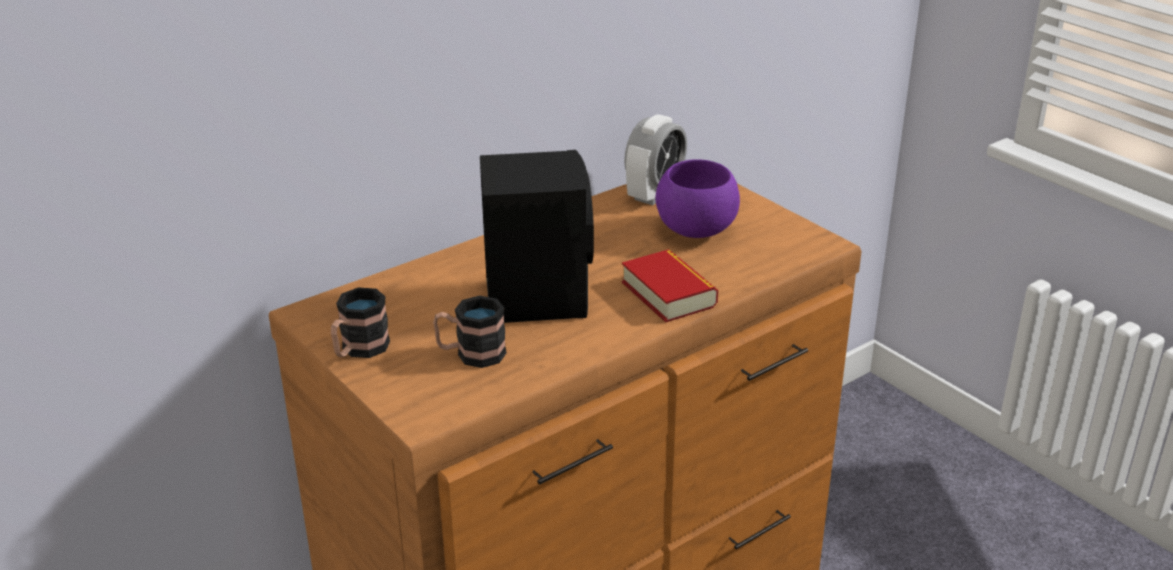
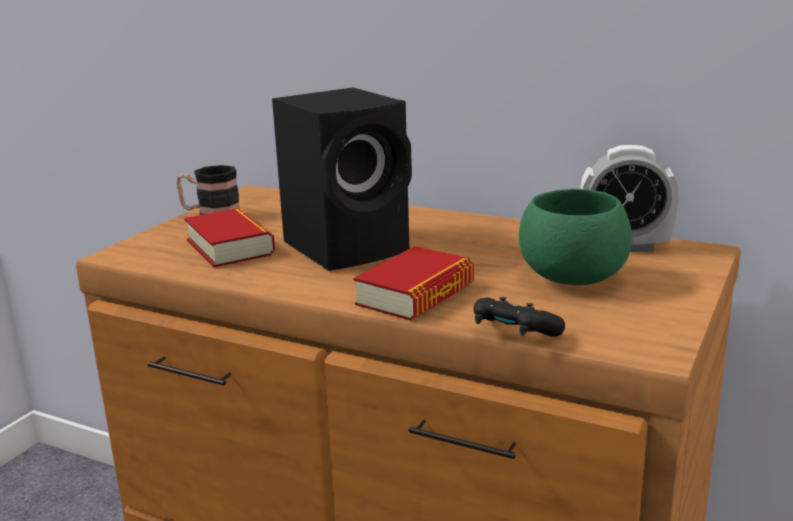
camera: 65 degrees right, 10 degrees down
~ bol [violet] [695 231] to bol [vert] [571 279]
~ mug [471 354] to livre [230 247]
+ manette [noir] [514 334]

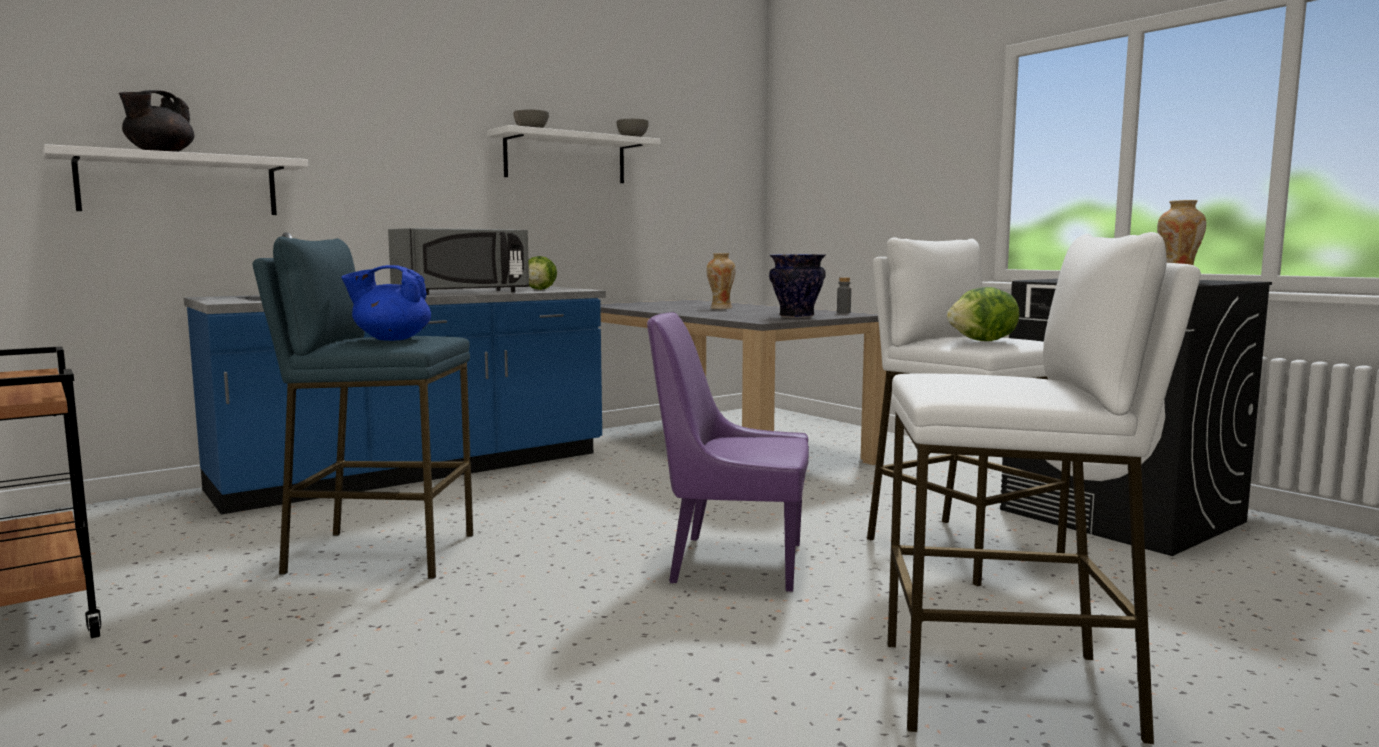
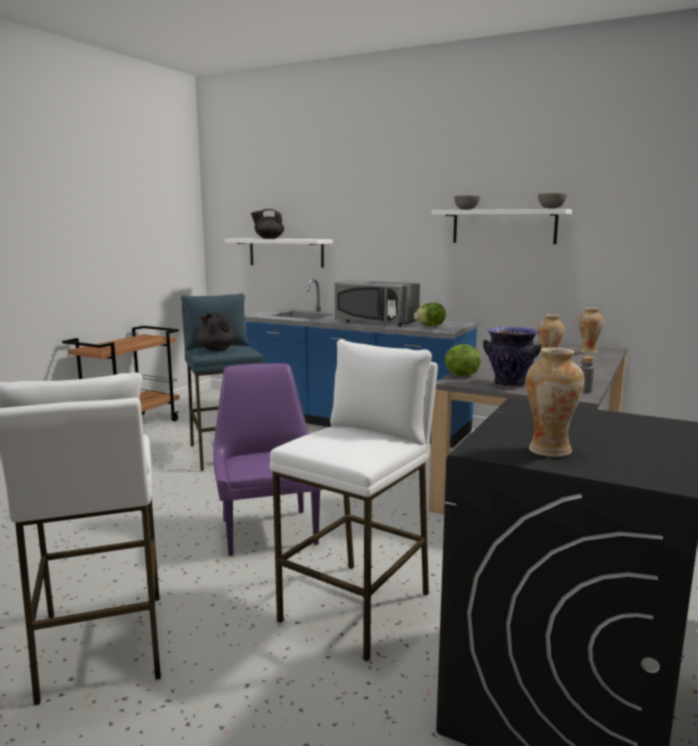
camera: 65 degrees right, 5 degrees up
~ théière [bleu] [391 339] to théière [noir] [217 349]
~ laitue [984 341] to [460 375]
+ vase [588 352]

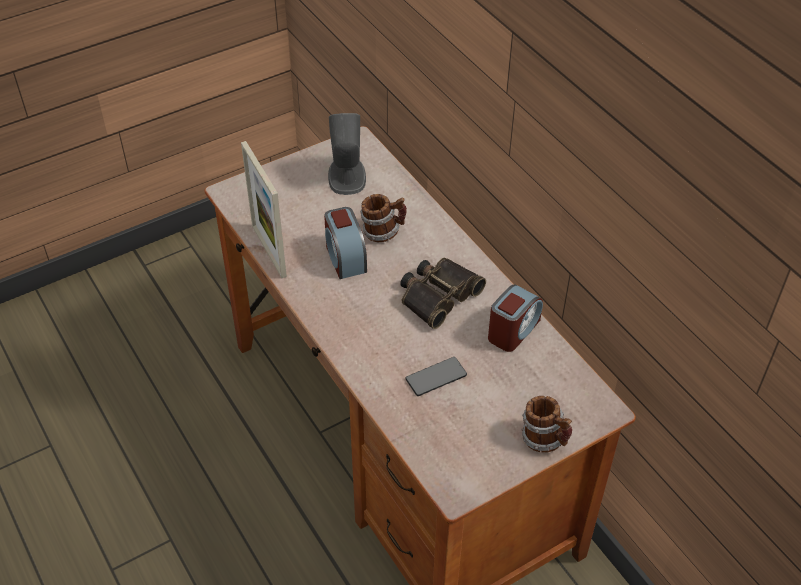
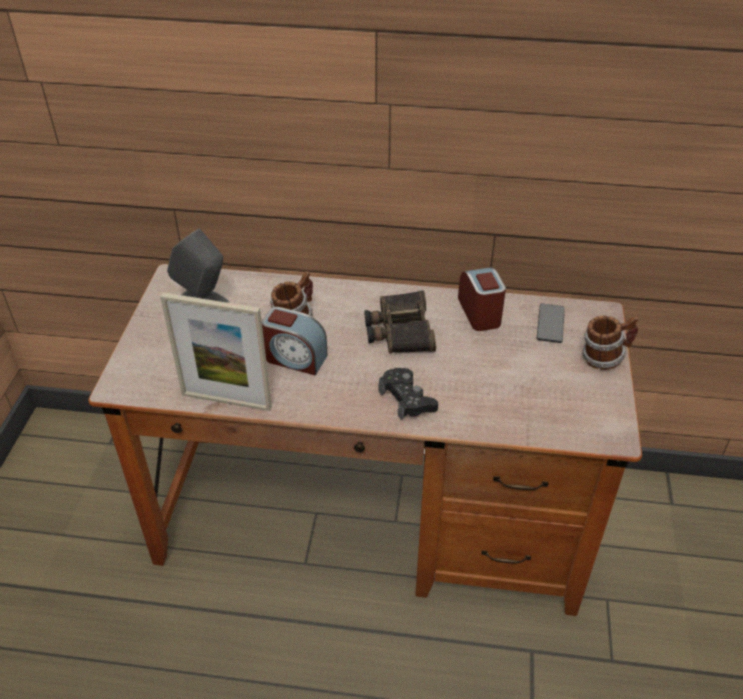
camera: 50 degrees left, 5 degrees down
~ téléphone [436 377] to [550 324]
+ manette [noir] [407 399]

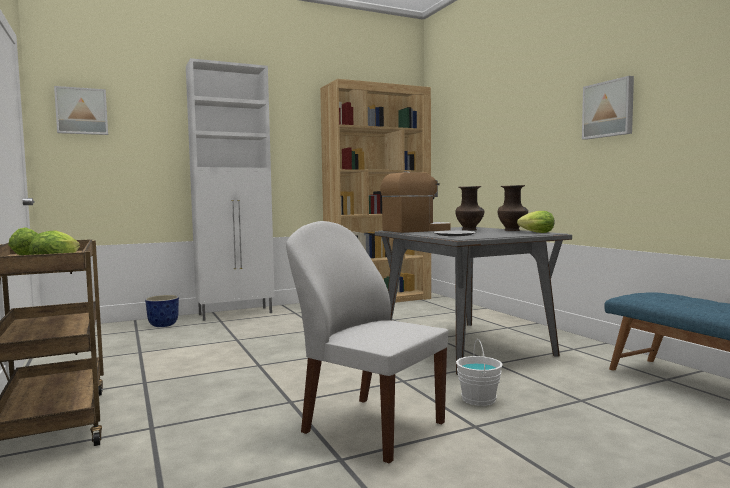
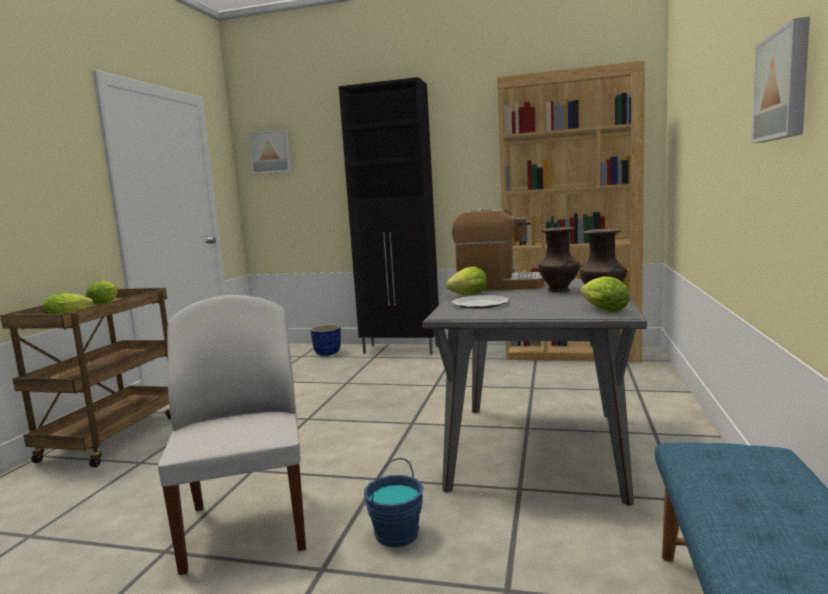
camera: 40 degrees right, 5 degrees up
~ meuble de rangement [blanc] [236 314] to meuble de rangement [noir] [402 350]
~ seau [blanc] [478 399] to seau [bleu] [396 534]
+ laitue [466 295]

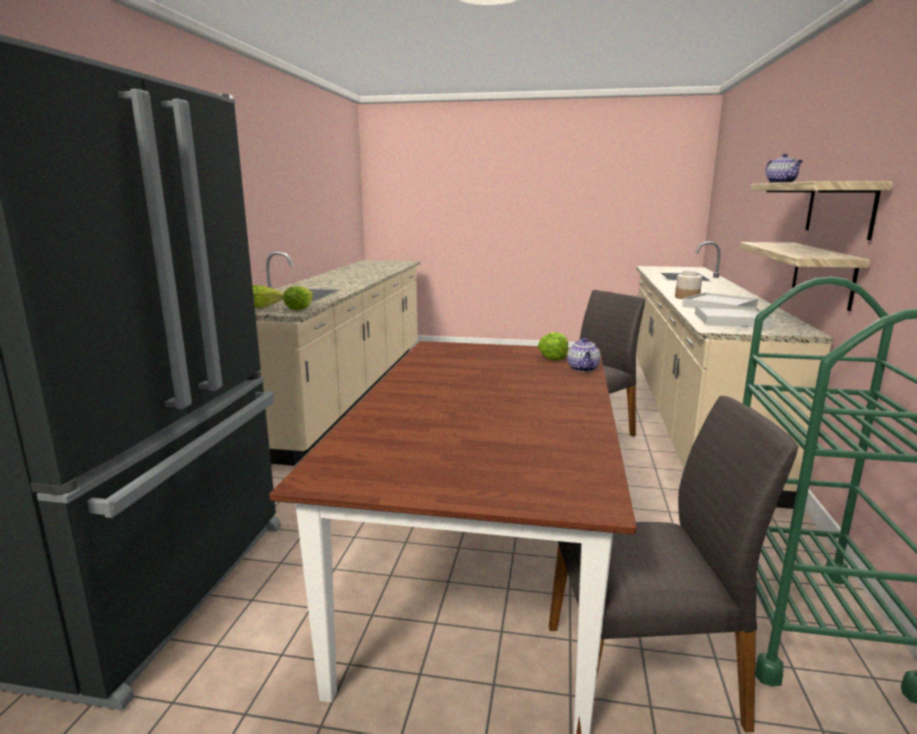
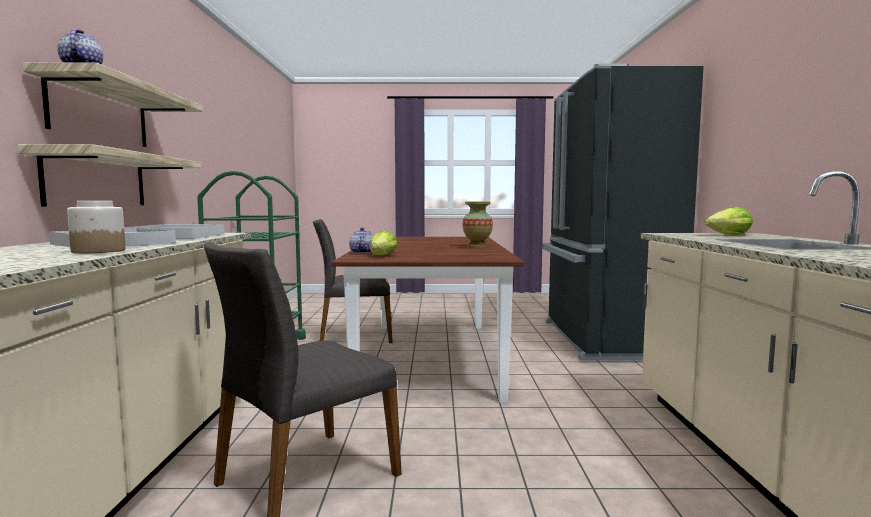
camera: 170 degrees right, 10 degrees down
- laitue [299 308]
+ vase [477 247]

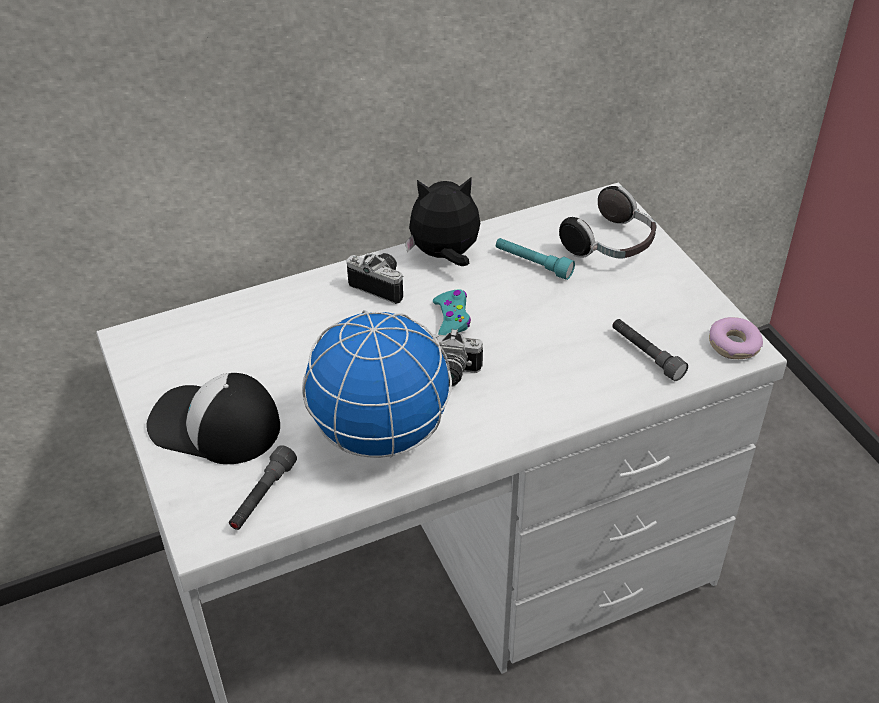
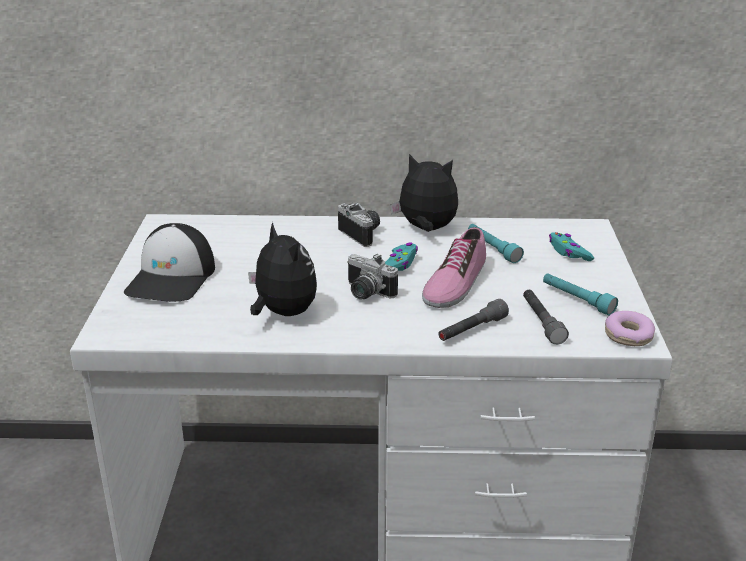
camera: 25 degrees right, 15 degrees down
~ casque audio [611 245] to manette [turquoise] [569 252]
~ globe [379 434] to peluche [283 313]
~ casquette [214 425] = [172 278] 120 degrees counterclockwise
~ lampe de poche [gris] [262 496] to [471 330]
+ chaussure [454 282]
+ lampe de poche [turquoise] [577 300]

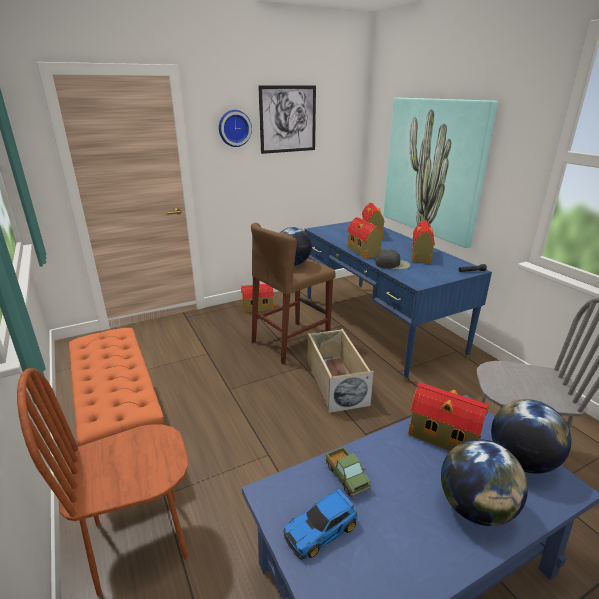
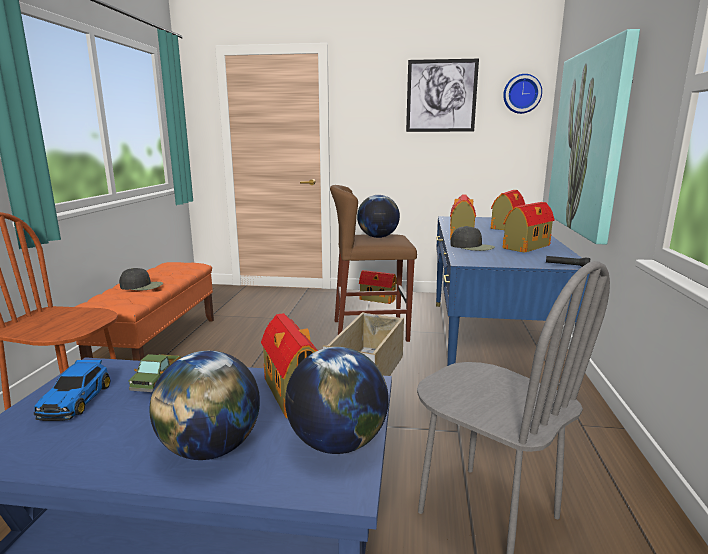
camera: 35 degrees right, 10 degrees down
~ horloge murale [234 128] to [521 94]
~ petite voiture [322 529] = [77 400] 90 degrees counterclockwise
+ casquette [noir] [142 286]

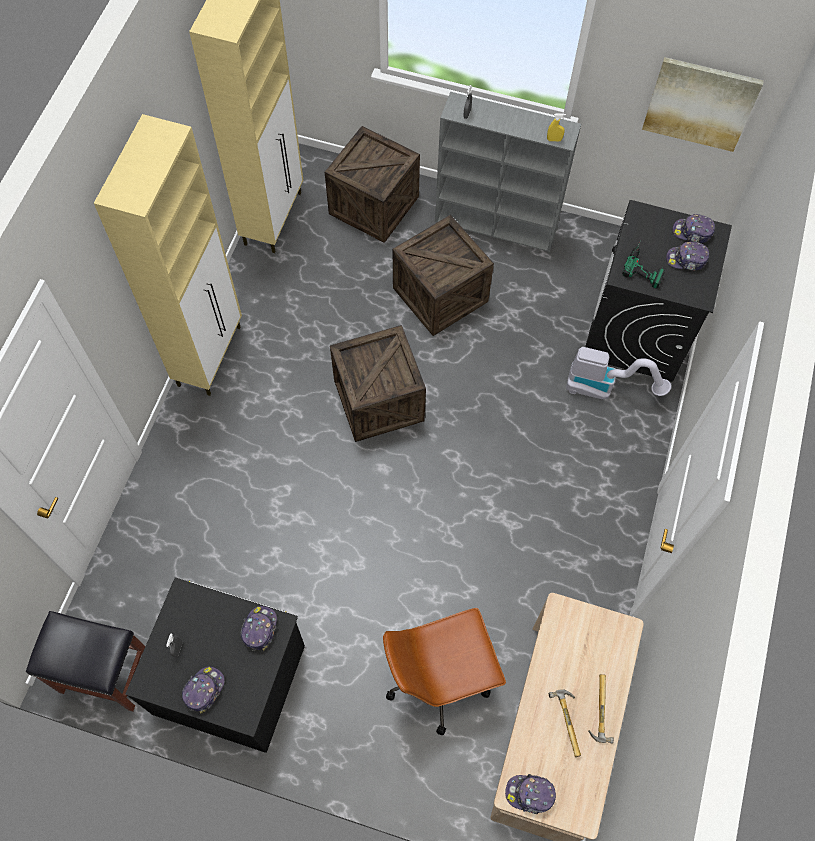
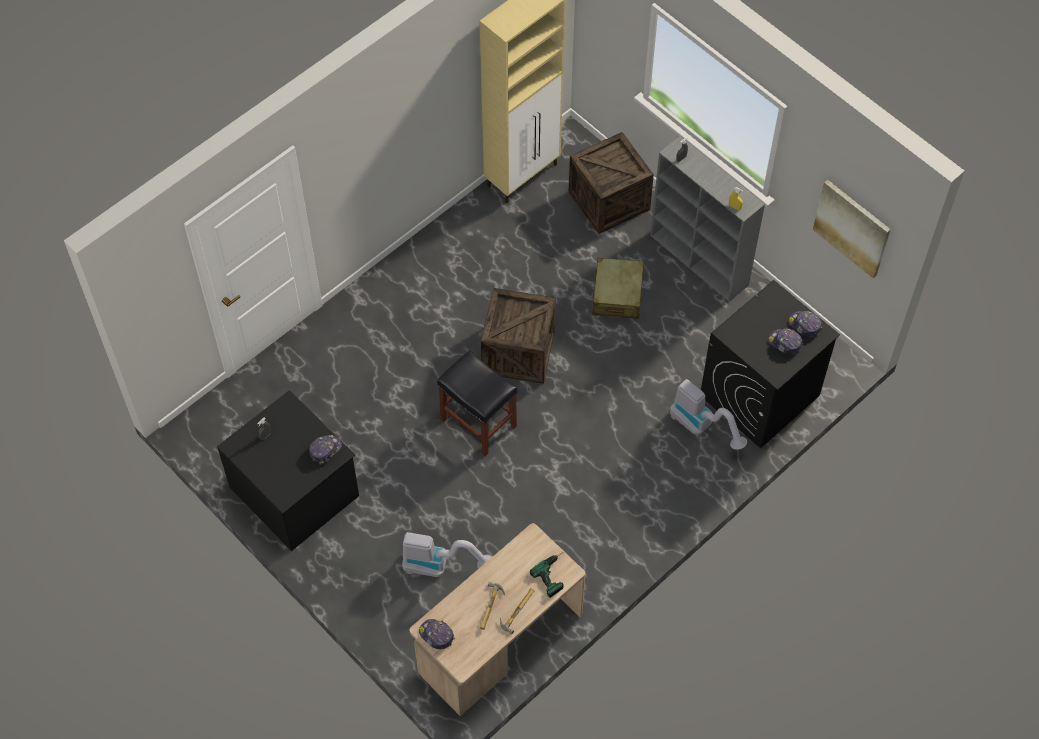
camera: 30 degrees right, 5 degrees down
- meuble de rangement [beige] [210 355]
~ caisse [440 294] to valise [beige] [617 295]
~ perceuse [645 265] to [554 574]
~ chaise de bureau [marron] [439 678] to aspirateur [440 565]
~ tabouret [noir] [105 673] to [477 423]
- casquette [203 690]

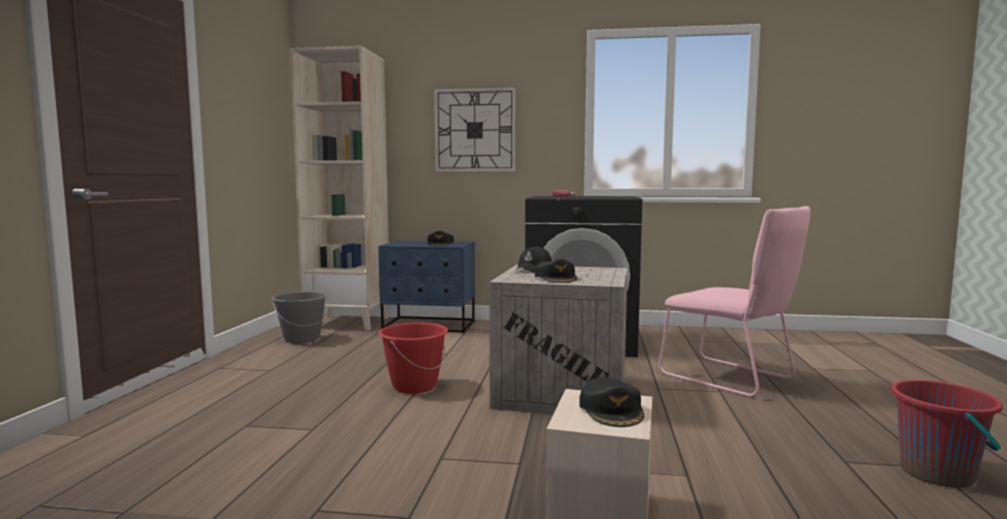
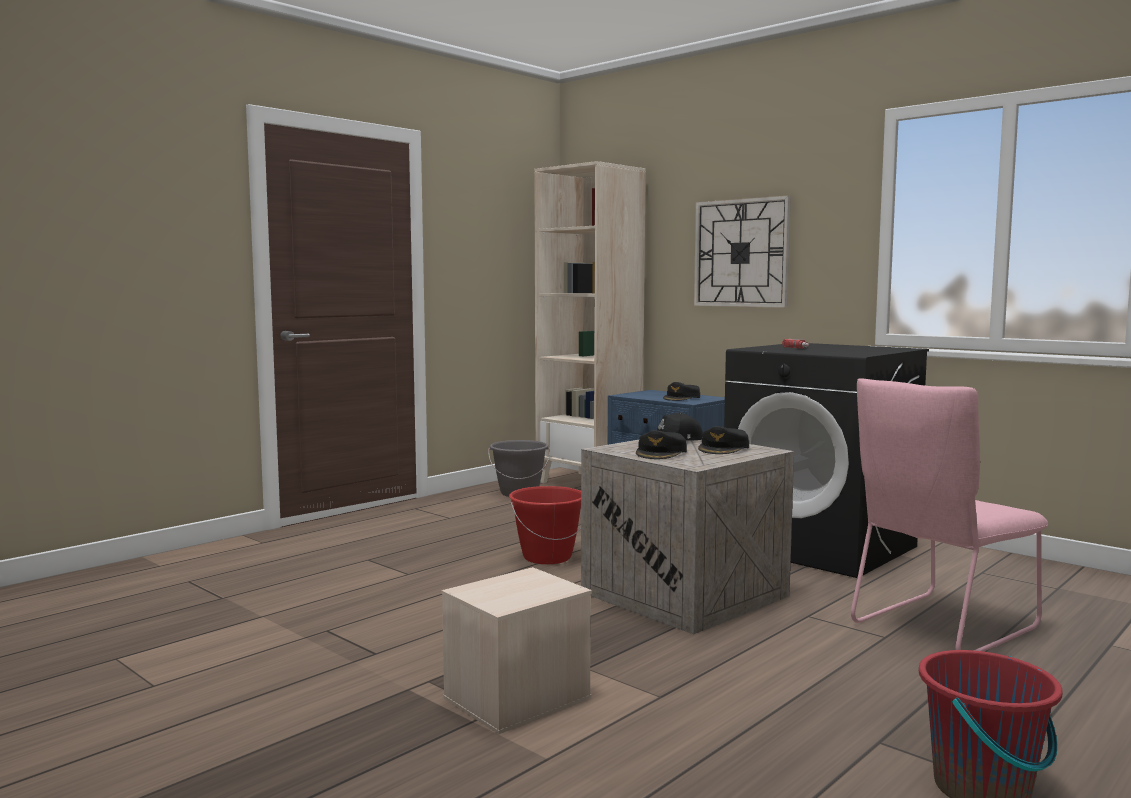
camera: 35 degrees right, 0 degrees up
~ chaise [rose] [731 378] = [939 627] 60 degrees clockwise
~ casquette [noir] [612 410] to [724 448]

